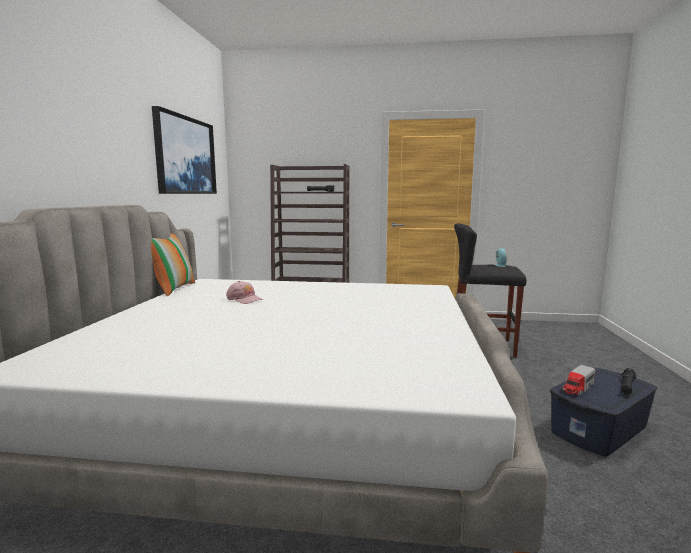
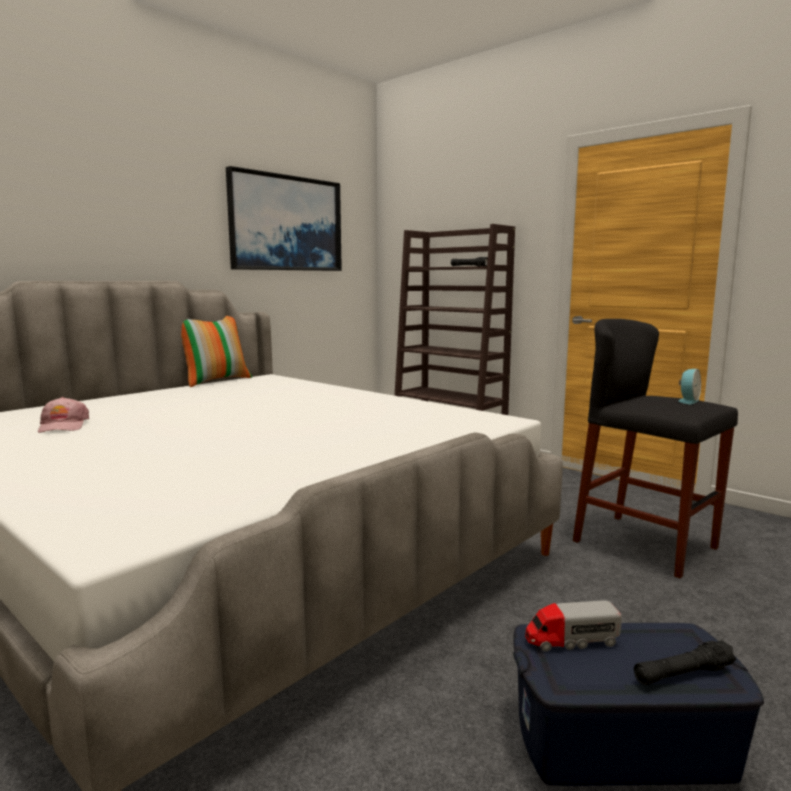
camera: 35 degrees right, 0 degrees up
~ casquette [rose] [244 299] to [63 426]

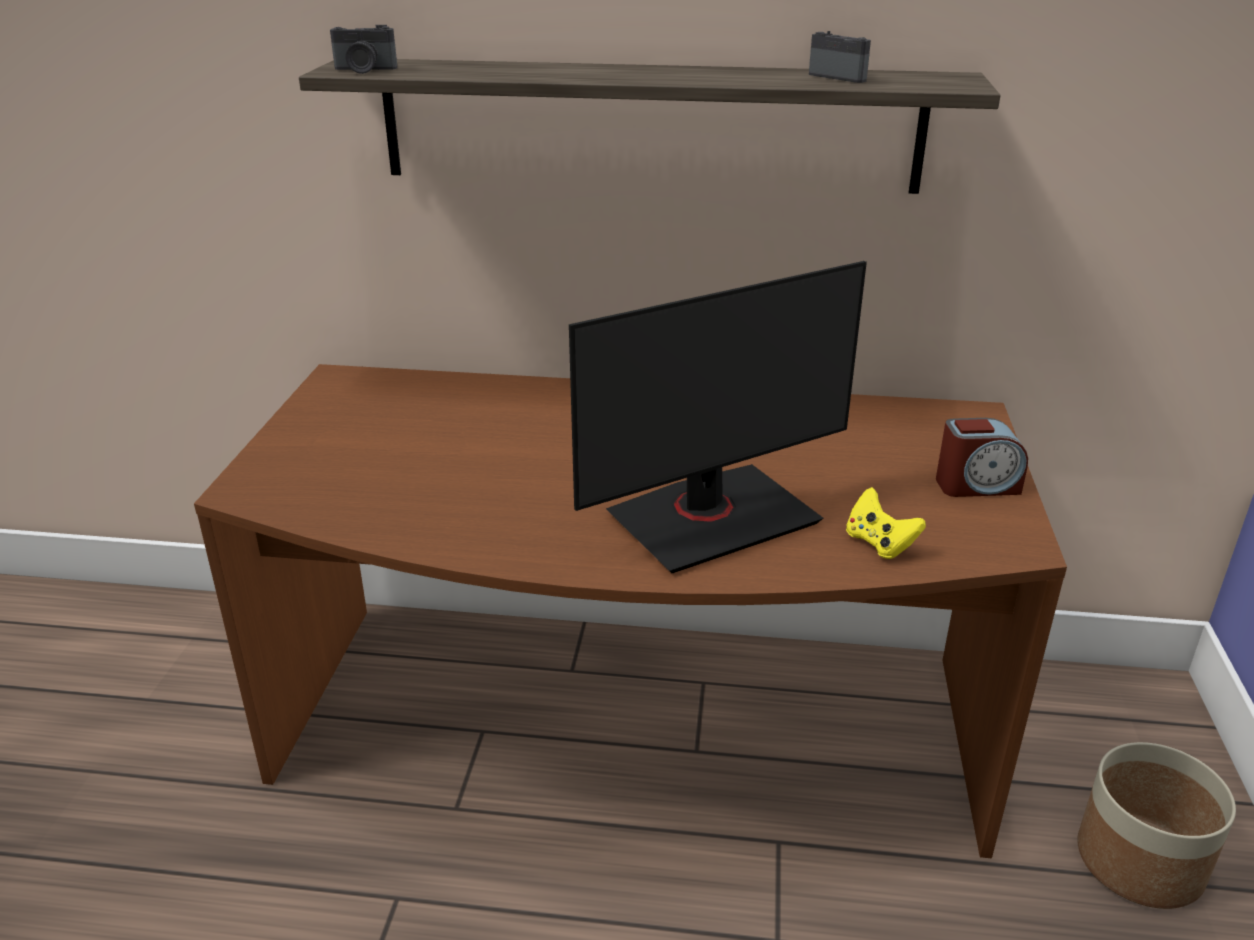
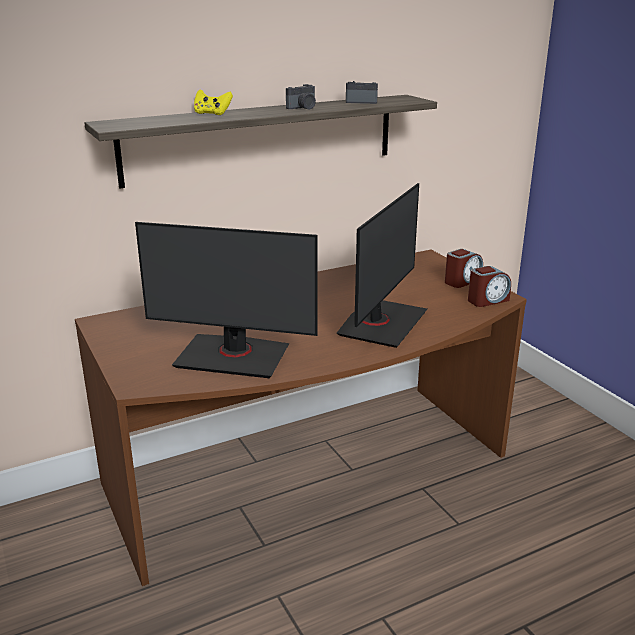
camera: 35 degrees left, 5 degrees down
~ appareil photo [364 70] to [303 108]
~ manette [jaune] [879 543] to [212 114]
- cache-pot [1138 861]
+ écran d'ordinateur [233 356]
+ réveil [487 300]

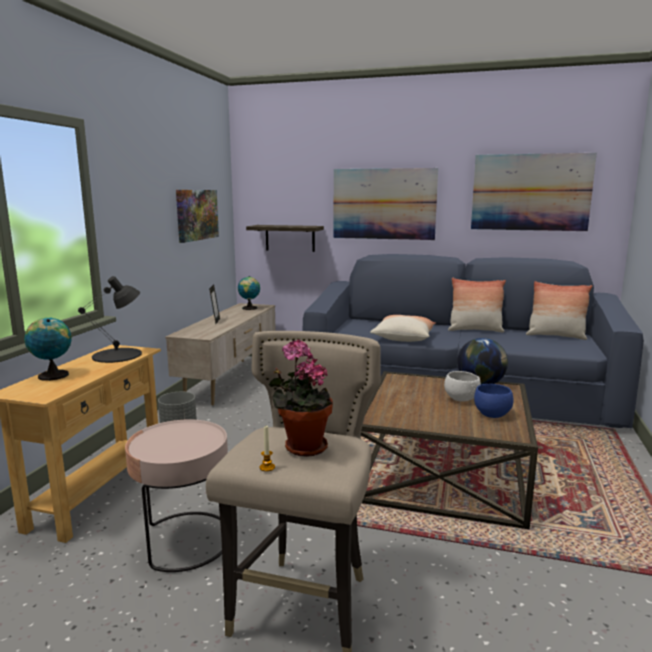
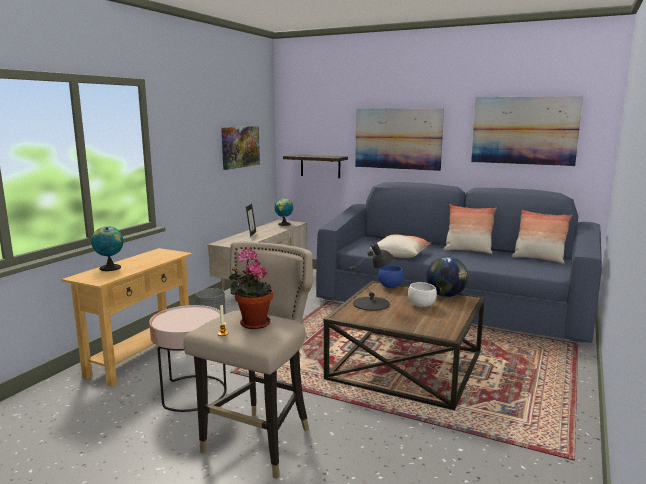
camera: 10 degrees right, 0 degrees up
~ lampe de table [noir] [118 355] to [372 303]
~ bol [bleu] [491 415] to [389 286]

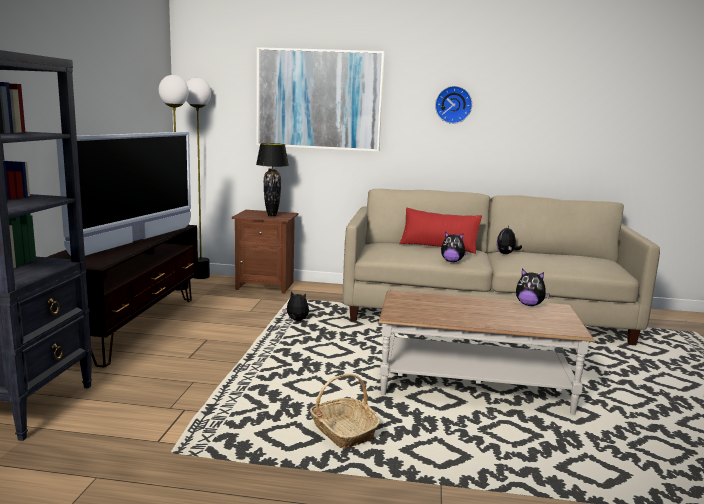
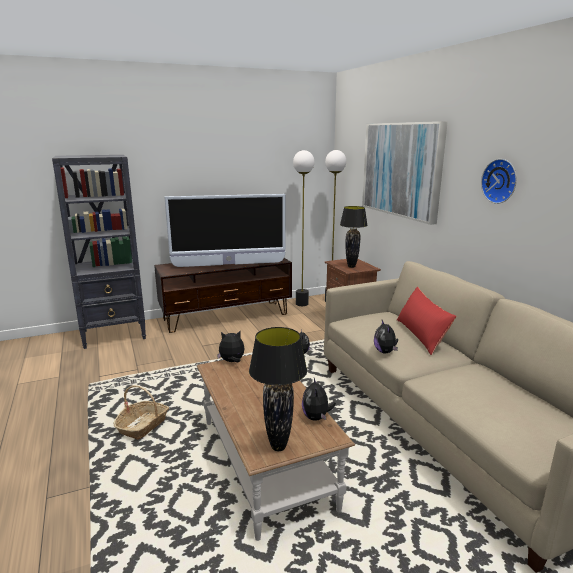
camera: 60 degrees right, 5 degrees up
~ peluche [506 254] to [232 361]
+ lampe de table [noir] [279 447]

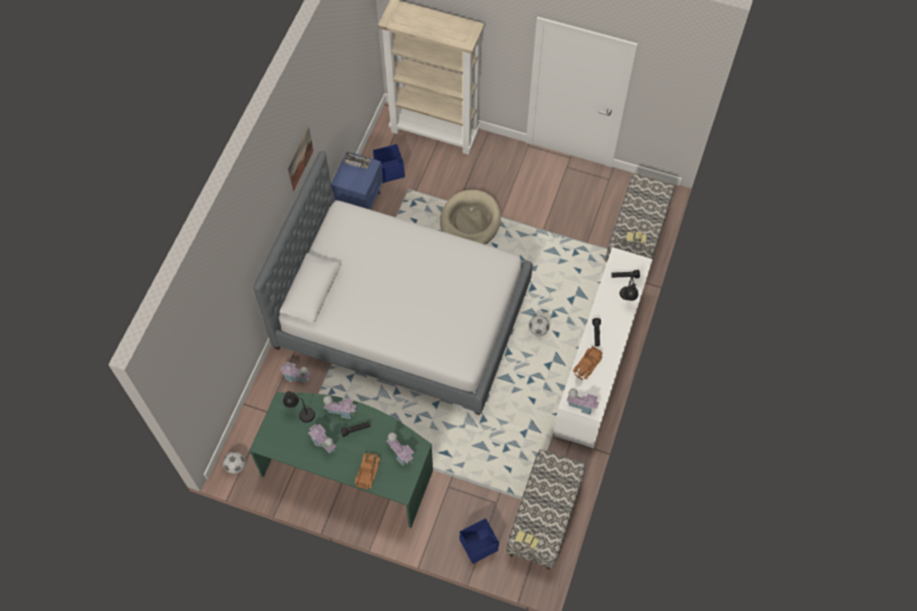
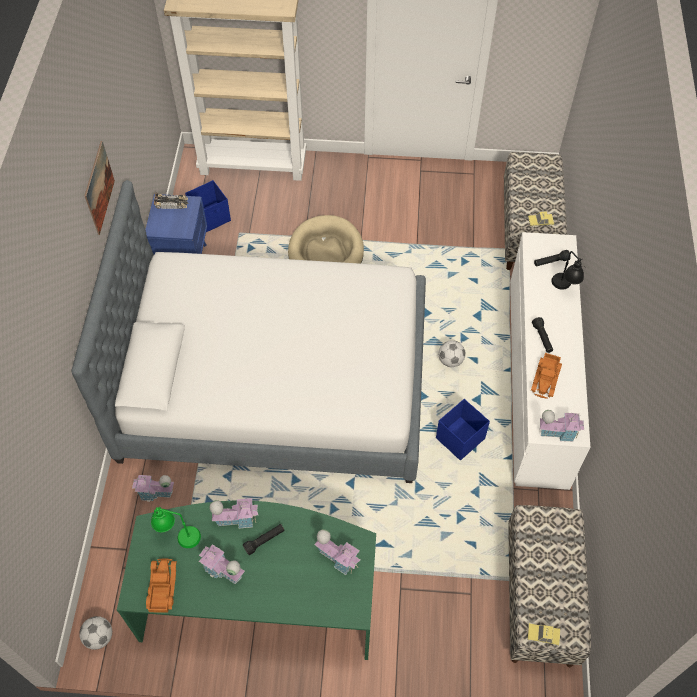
camera: 15 degrees left, 5 degrees down
~ lampe de table [noir] [300 413] to lampe de table [vert] [178 536]
~ camion jouet [367 472] to [161 587]
~ boîte de rangement [bleu] [478 545] to [459 438]

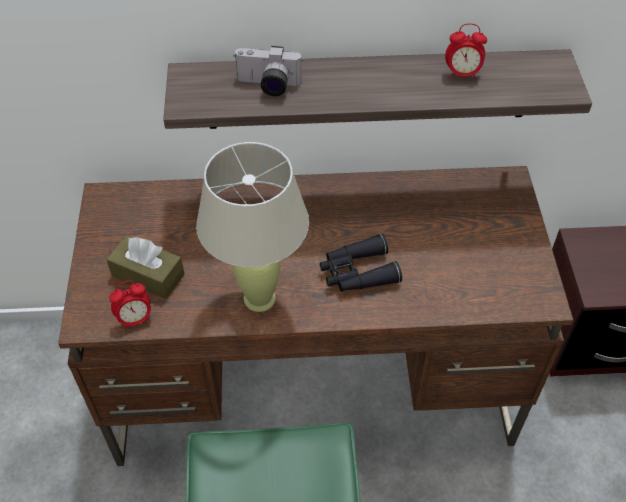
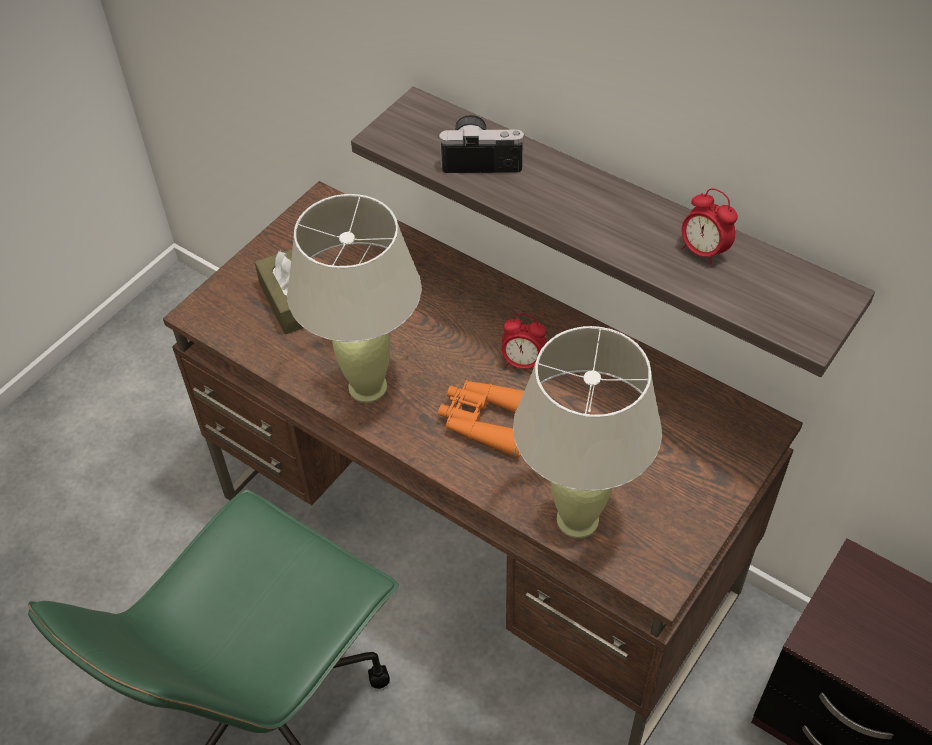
camera: 40 degrees right, 0 degrees up
~ appareil photo [268 86] = [481 157] 135 degrees clockwise
~ jumelles [noir] [357 272] to jumelles [orange] [487 421]
~ réveil [135 319] to [522 363]
+ lampe de table [beige] [578 519]

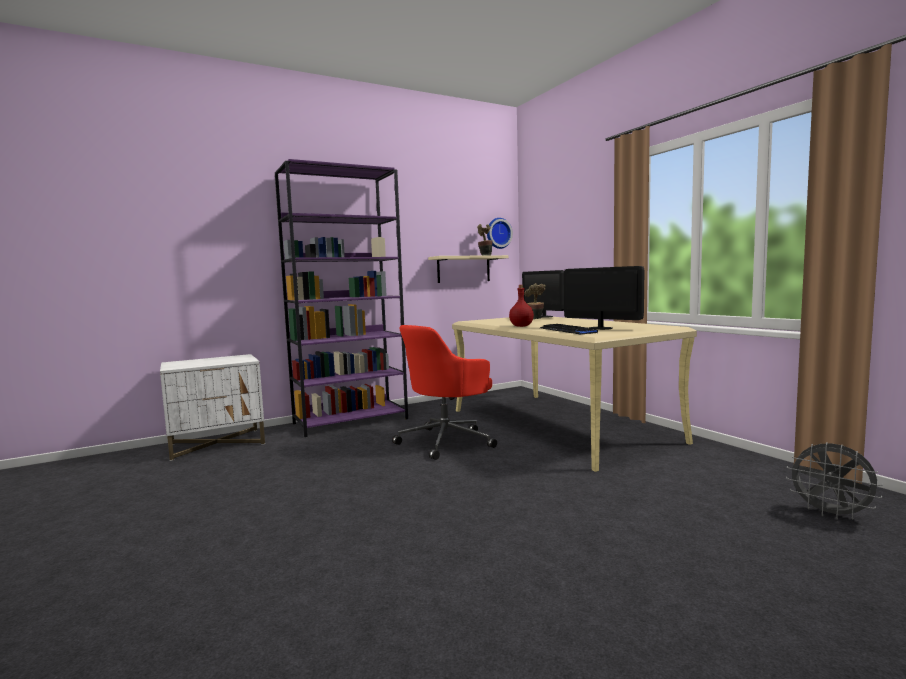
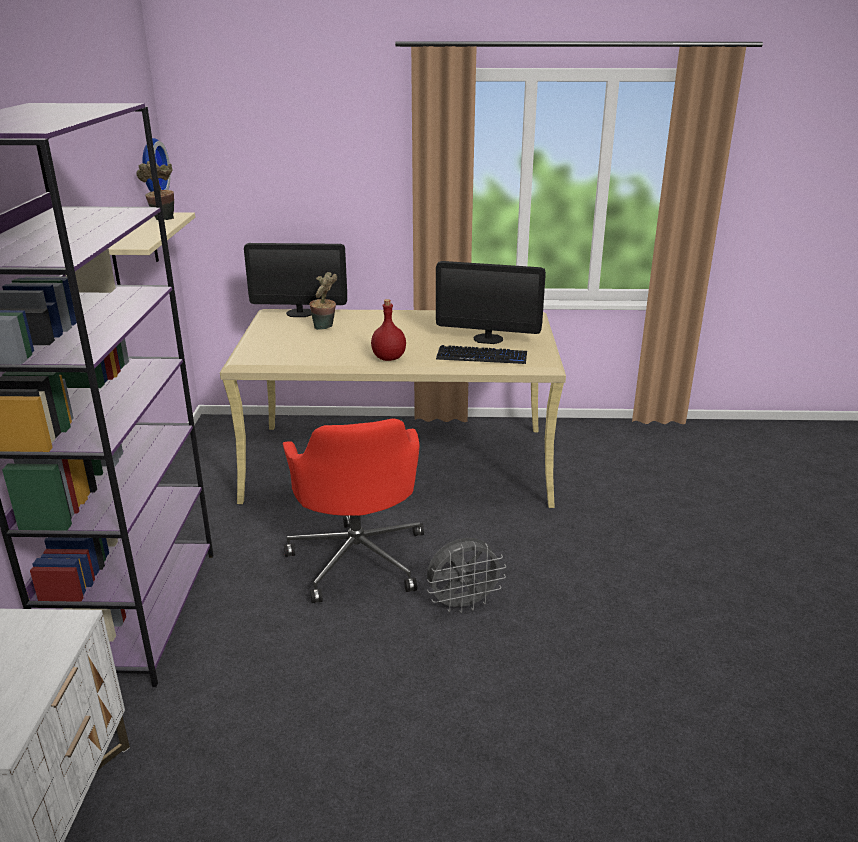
camera: 60 degrees left, 20 degrees up
~ écran d'ordinateur [600 328] = [488 339] 150 degrees counterclockwise
~ ventilateur [gris] [831 514] to [463 604]

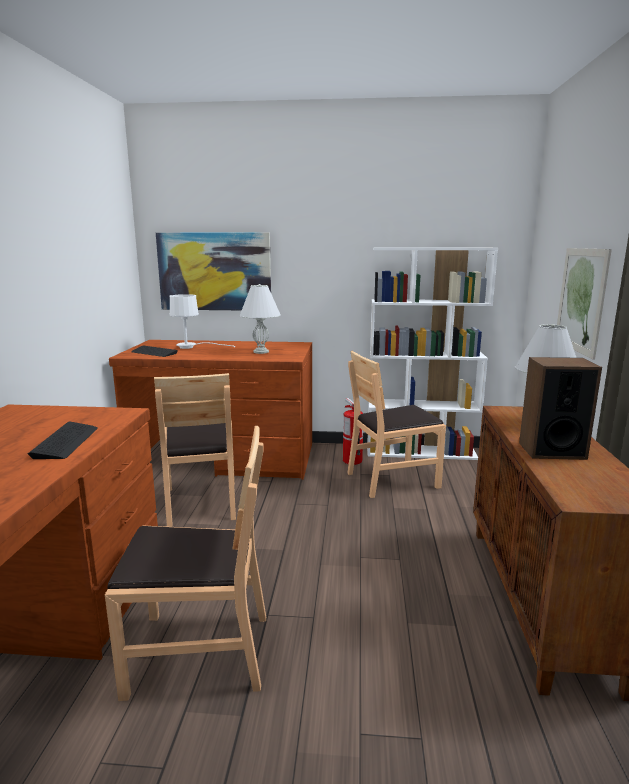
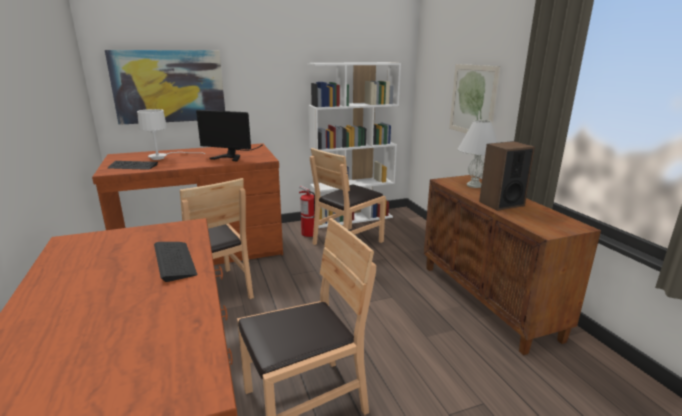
camera: 25 degrees left, 5 degrees up
~ lampe de table [blanc] [261 352] to écran d'ordinateur [233 156]

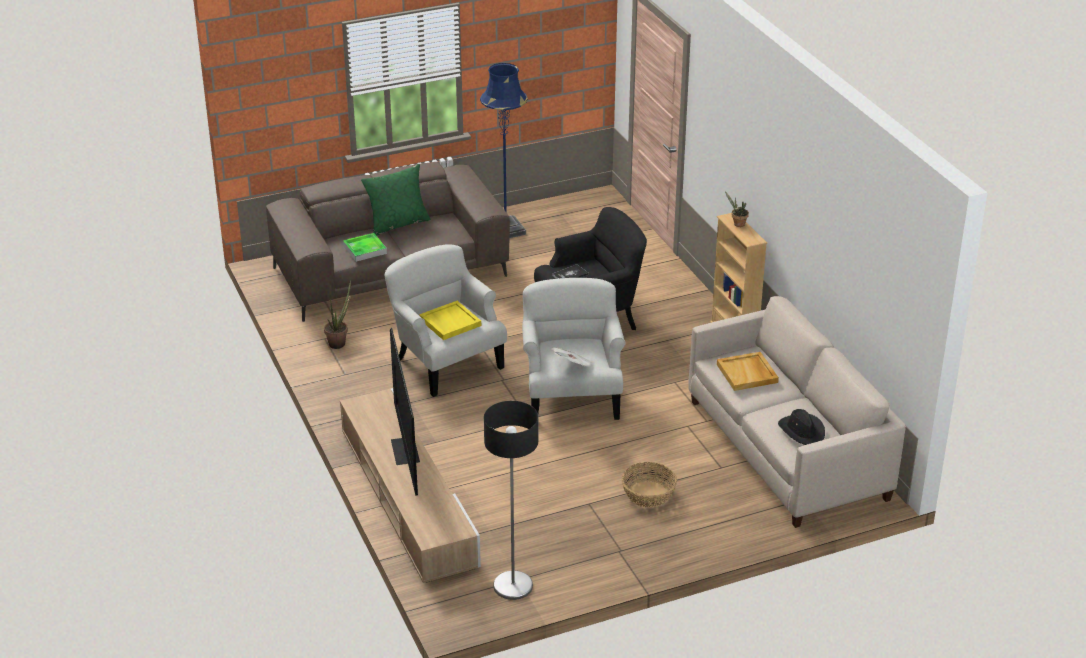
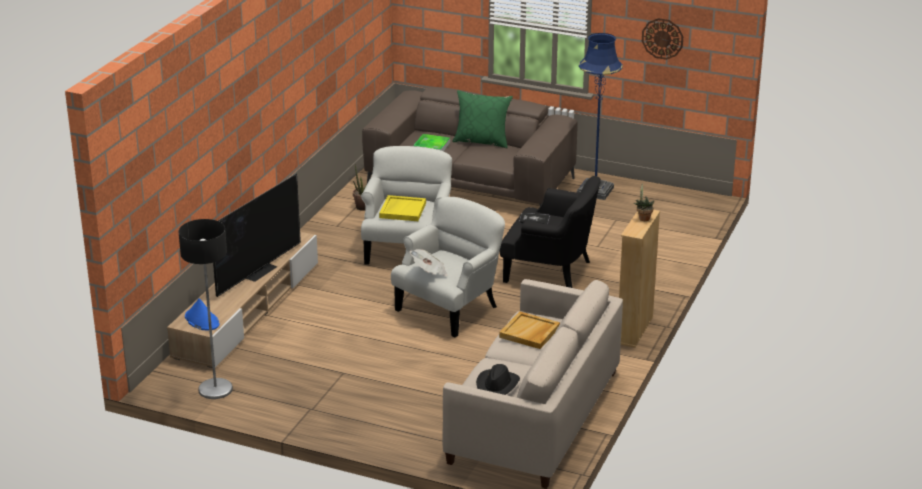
camera: 45 degrees right, 5 degrees down
- panier [648 494]
+ horloge murale [662 38]
+ chapeau [bleu] [201 320]

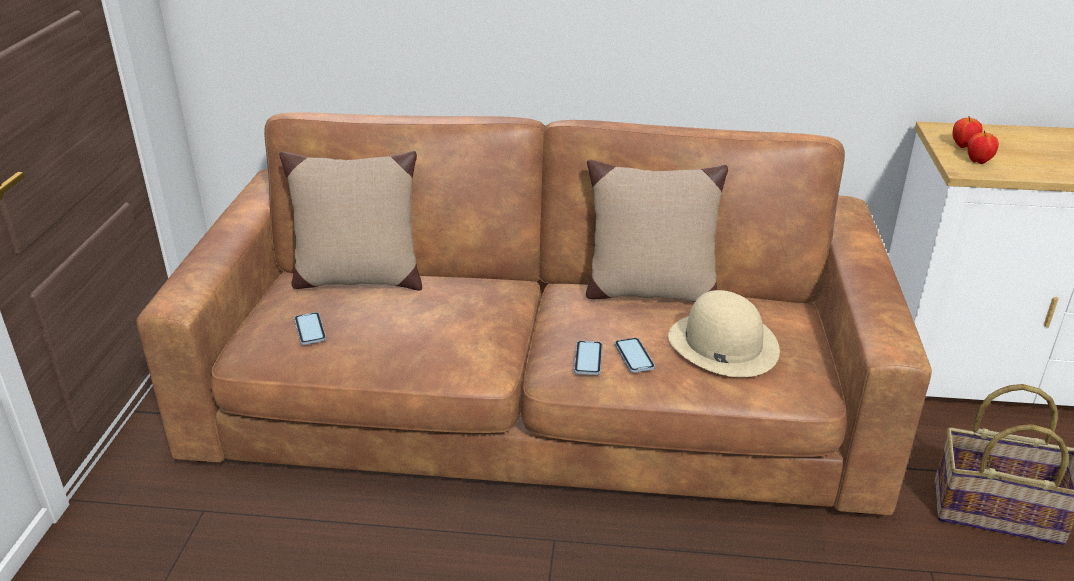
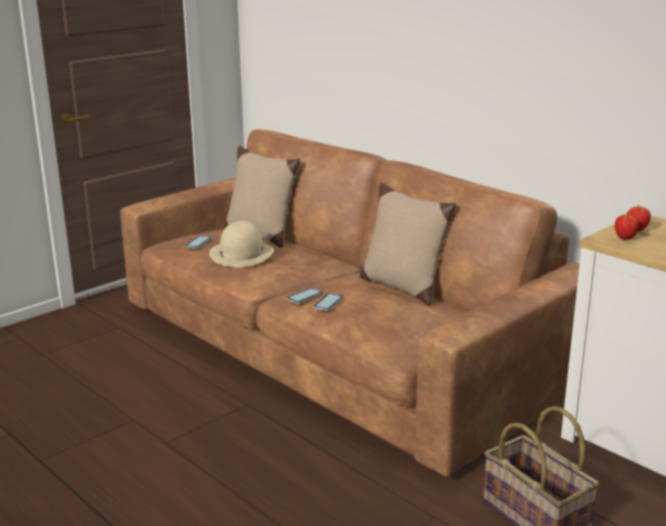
camera: 40 degrees right, 10 degrees down
~ chapeau [beige] [722 344] to [241 253]

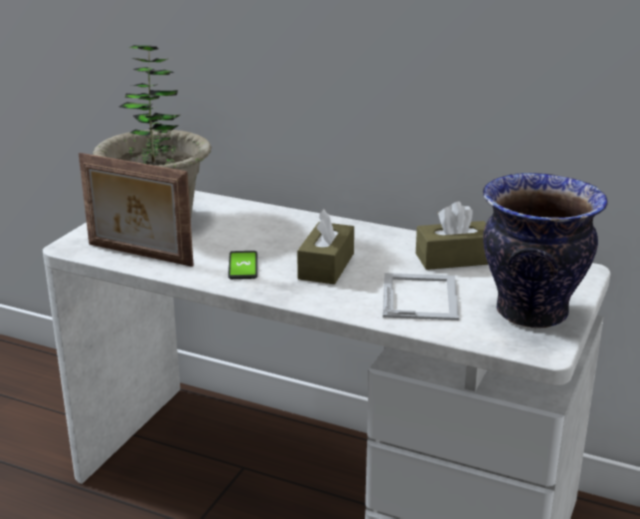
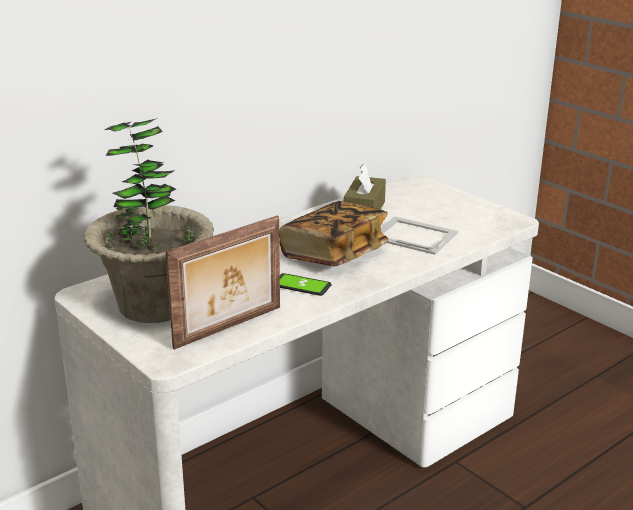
camera: 65 degrees left, 0 degrees up
- vase [530 313]
~ boîte à mouchoirs [marron] [326 266] to livre [334 254]

